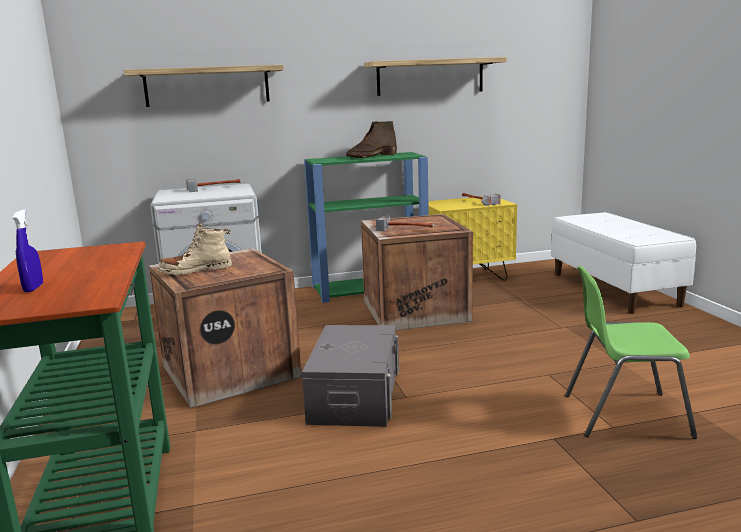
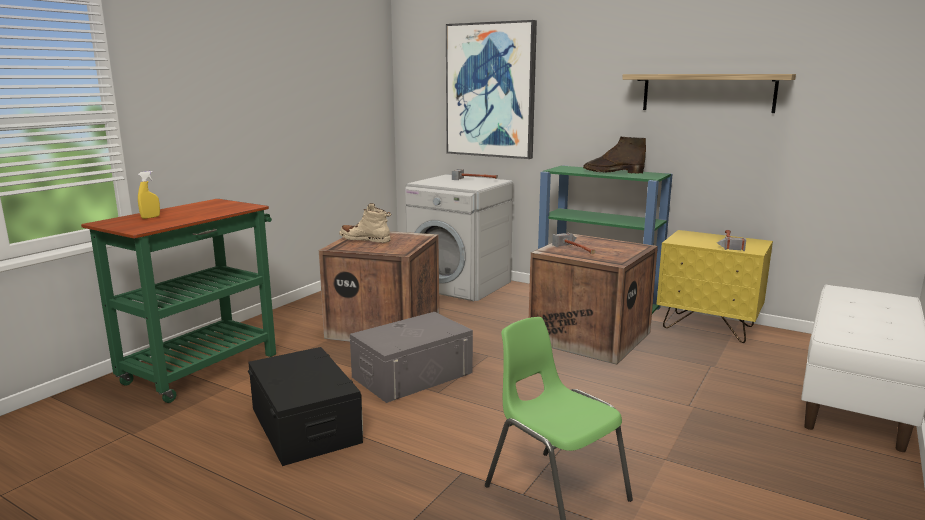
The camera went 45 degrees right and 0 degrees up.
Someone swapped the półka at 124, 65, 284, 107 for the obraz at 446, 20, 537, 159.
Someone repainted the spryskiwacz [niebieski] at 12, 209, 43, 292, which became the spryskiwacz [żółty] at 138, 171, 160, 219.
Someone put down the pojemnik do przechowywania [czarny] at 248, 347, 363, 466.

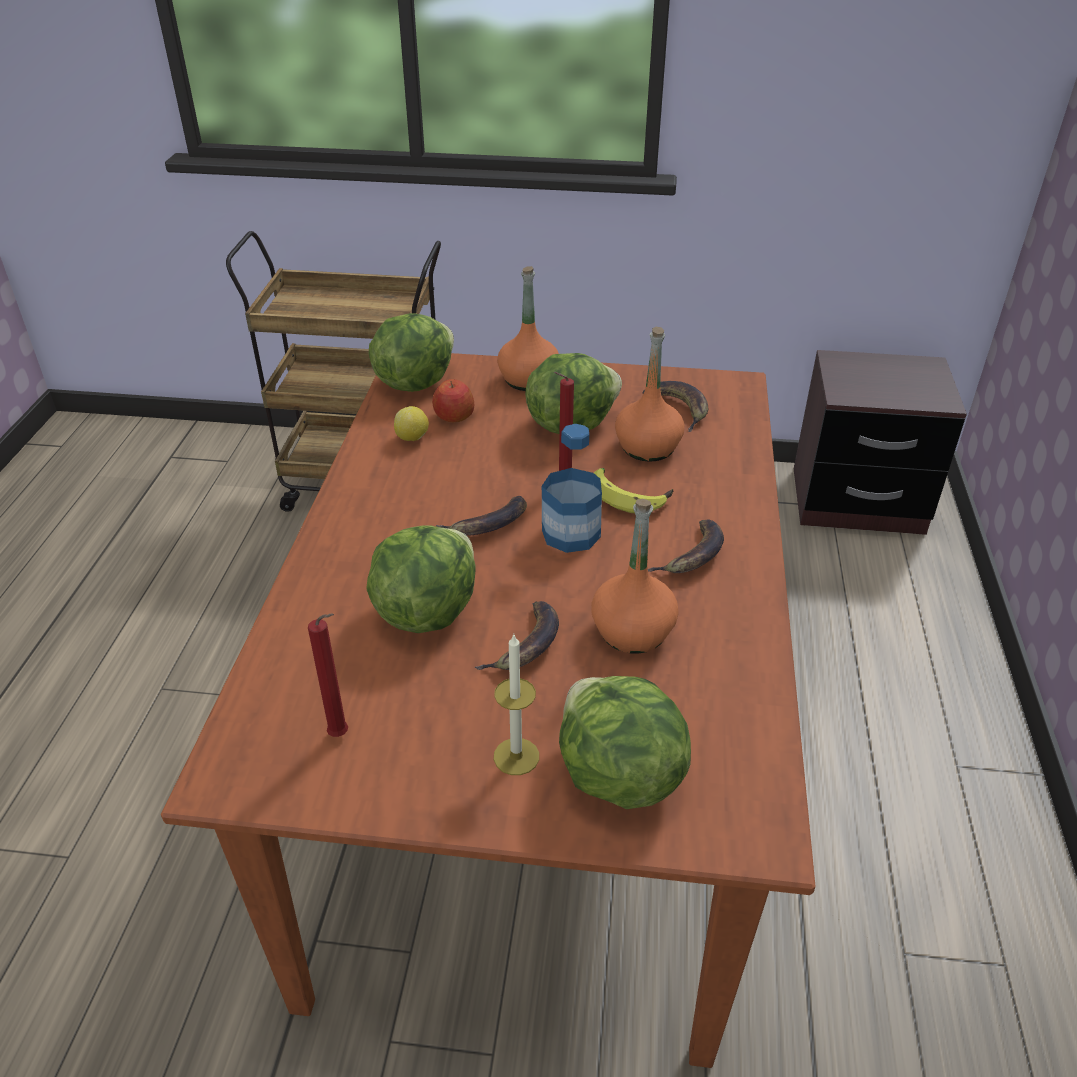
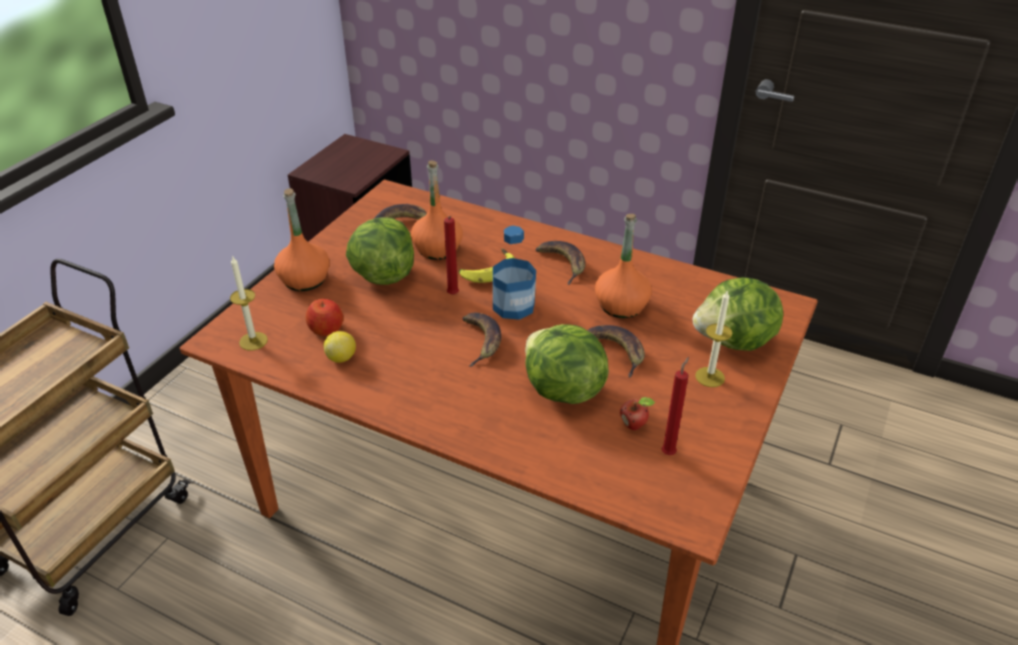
The camera went 70 degrees left and 0 degrees up.
Someone swapped the sałata at 369, 313, 454, 392 for the świeca at 230, 255, 268, 351.
Someone put down the jabłko at 620, 397, 656, 430.

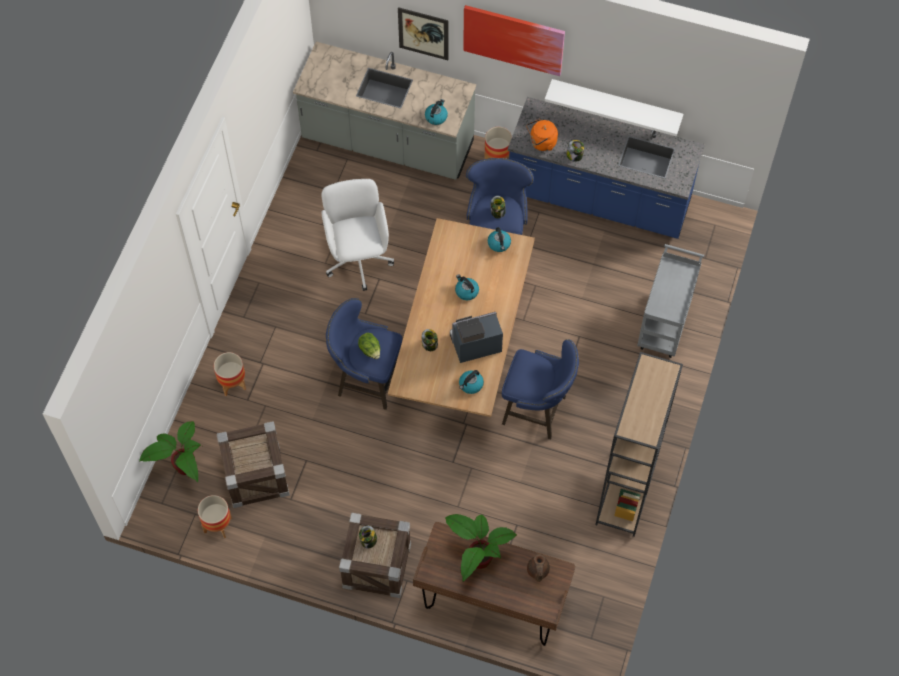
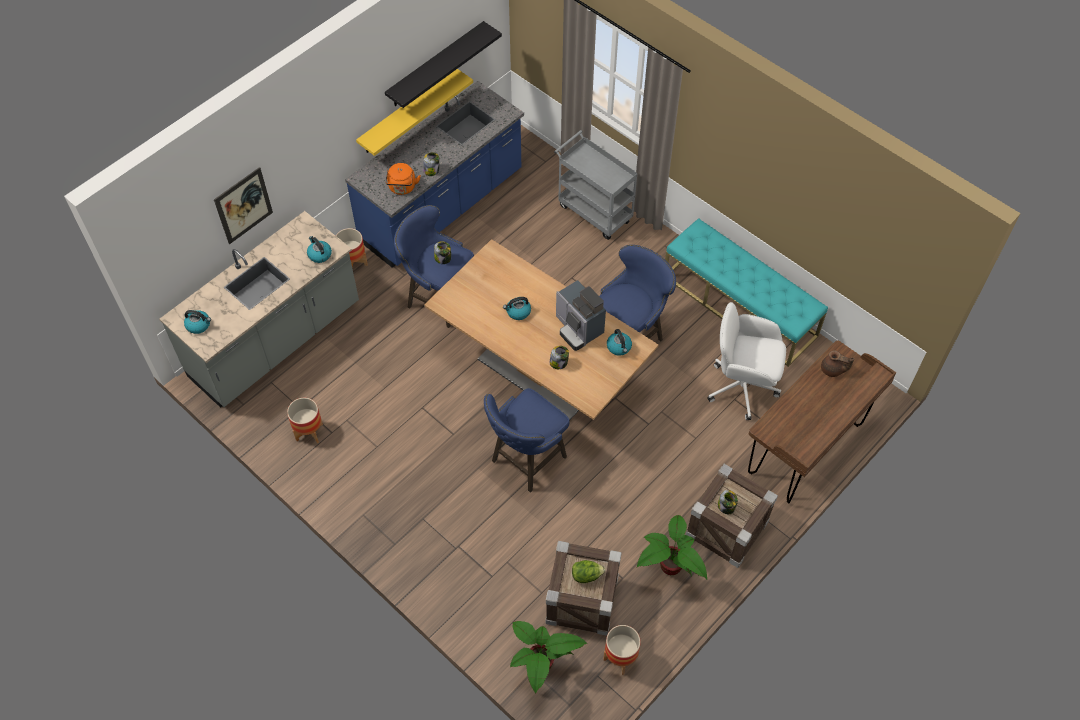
The camera went 65 degrees left and 5 degrees down.
Someone took away the obraz at 463, 5, 565, 76.
Someone repainted the półka [biały] at 544, 79, 683, 136, which became the półka [żółty] at 356, 69, 473, 156.
Someone carried the krzesło biurowe [biały] from 321, 179, 394, 291 to 707, 302, 786, 420.
Someone carried the czajnik from 488, 227, 511, 252 to 184, 310, 211, 334.
Someone rotated the ekspres do kawy at 450, 312, 503, 363 by 45 degrees counterclockwise.
Someone carried the sałata from 358, 333, 380, 359 to 572, 560, 605, 583.
Someone carried the donica from 214, 352, 246, 396 to 287, 398, 323, 444.
Someone swapped the regał at 595, 352, 683, 537 for the ławka [turkusowy] at 665, 218, 828, 367.
Someone carried the roślina doniczkowa from 445, 514, 517, 582 to 637, 515, 707, 579.
Someone put up the półka [czarny] at 385, 21, 502, 108.

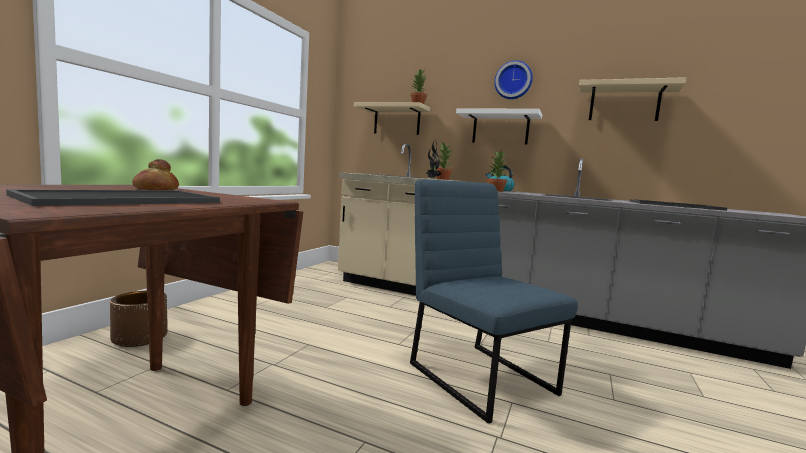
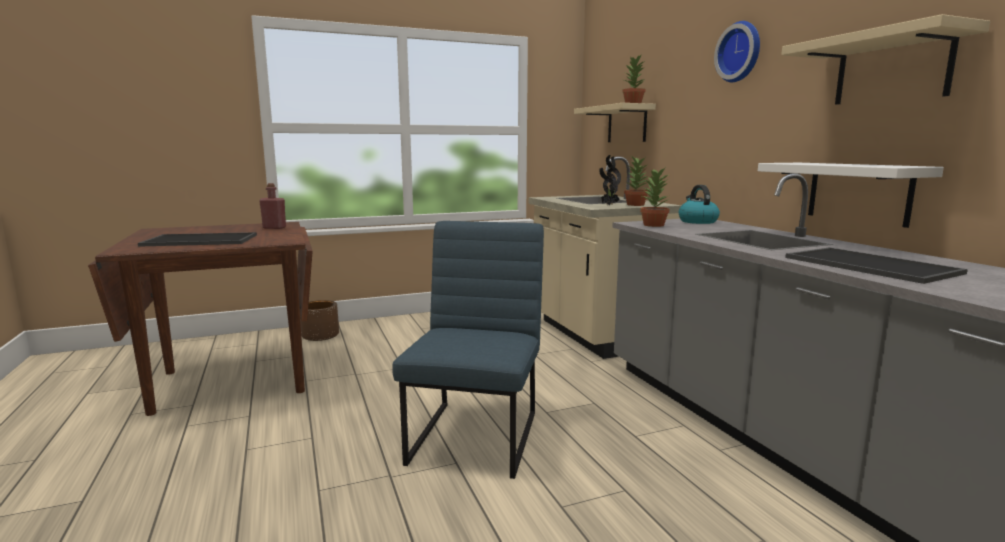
The camera went 45 degrees right and 5 degrees up.
Someone carried the półka [biały] from 456, 108, 542, 145 to 758, 163, 944, 228.
Someone swapped the chleb at 132, 159, 179, 190 for the butelka [czerwony] at 259, 183, 286, 229.

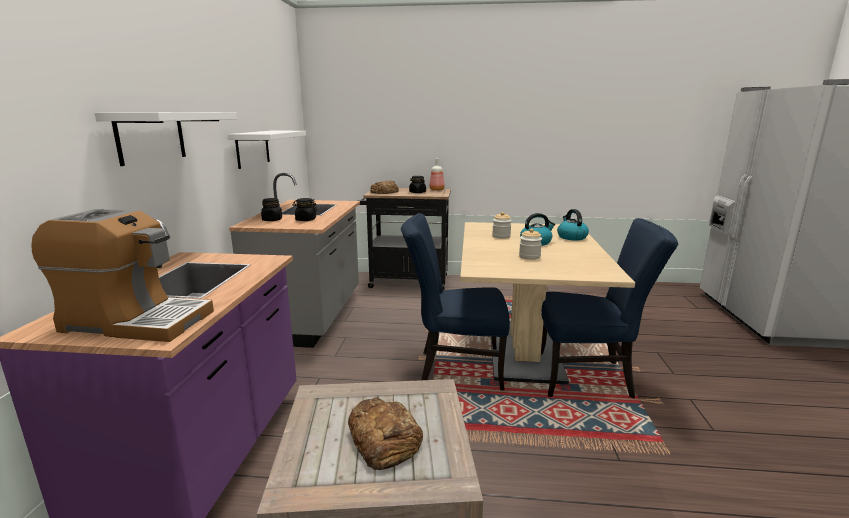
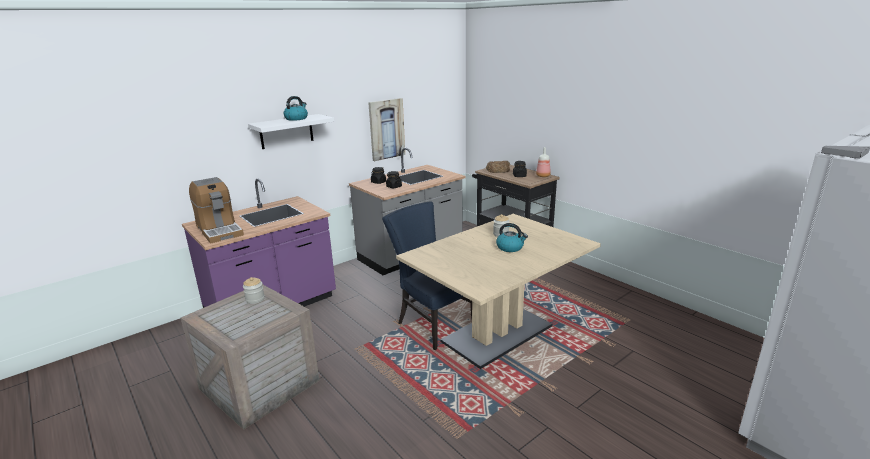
The camera went 45 degrees right and 5 degrees up.
Someone swapped the półka [biały] at 228, 131, 306, 169 for the obraz at 368, 98, 405, 161.
Someone carried the czajnik from 557, 209, 589, 241 to 284, 96, 308, 121.
Someone took away the krzesło [niebieski] at 541, 218, 679, 398.
Someone carried the słoik from 519, 228, 542, 260 to 243, 277, 265, 304.
Someone took away the chleb at 348, 397, 423, 470.

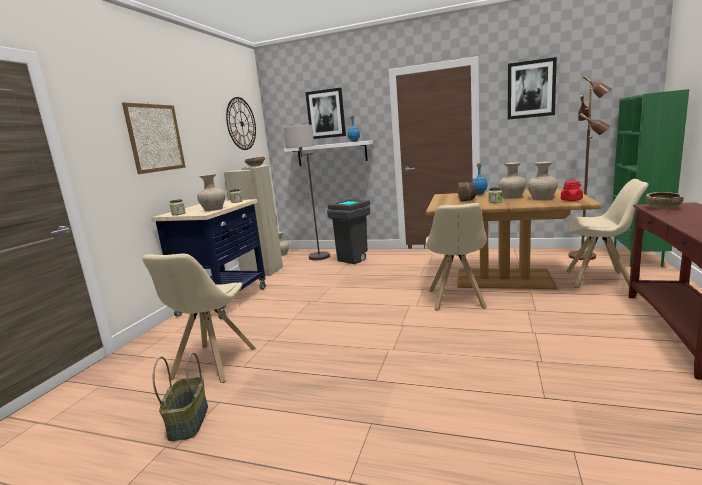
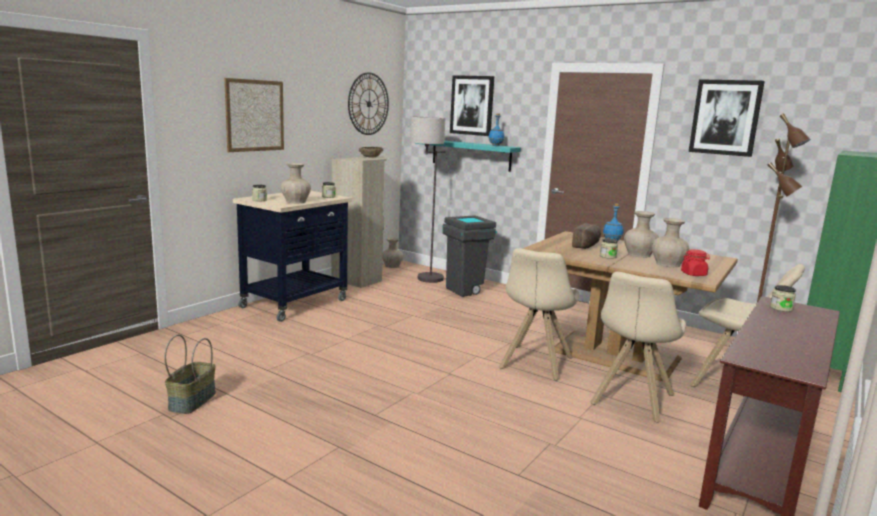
The camera went 15 degrees right and 0 degrees up.
Someone repainted the półka [biały] at 284, 140, 373, 166, which became the półka [turkusowy] at 415, 141, 521, 172.
Someone swapped the miska [brązowy] at 645, 192, 684, 209 for the słoik at 770, 285, 796, 312.
Someone carried the krzesło [beżowy] from 142, 254, 256, 383 to 590, 272, 686, 423.

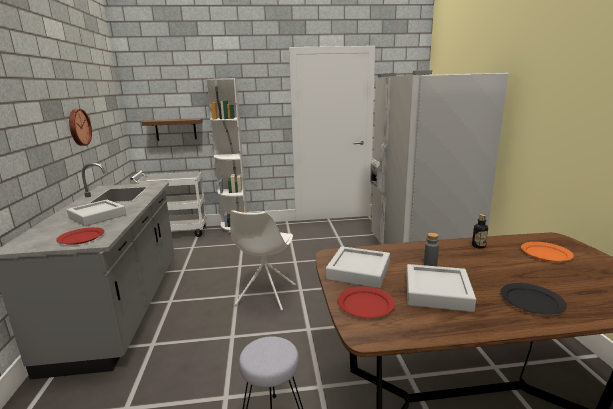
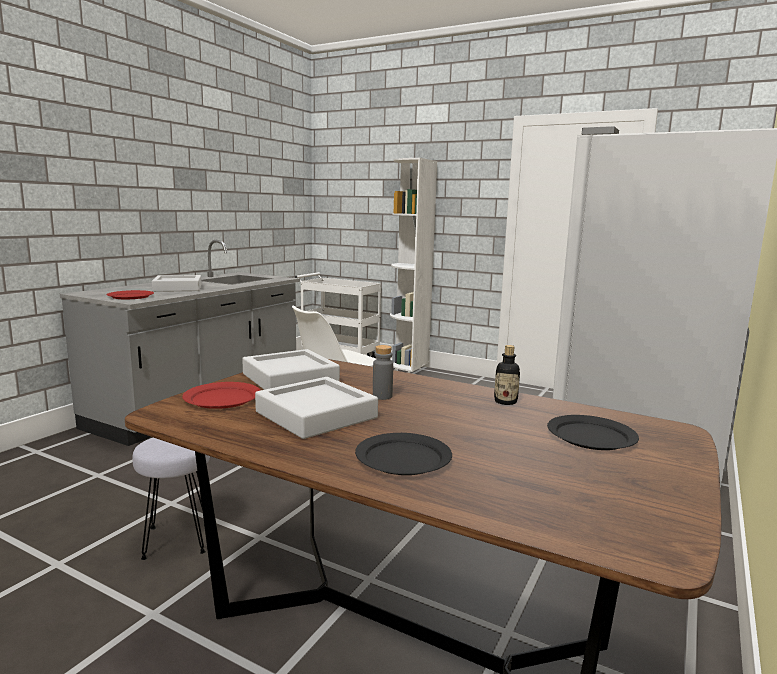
The camera went 35 degrees right and 5 degrees down.
Someone took away the zegar ścienny at 69, 109, 92, 146.
Someone took away the półka [brązowy] at 142, 118, 203, 141.
Someone repainted the talerz [pomarańczowy] at 521, 242, 574, 262, which became the talerz [czarny] at 547, 415, 639, 450.

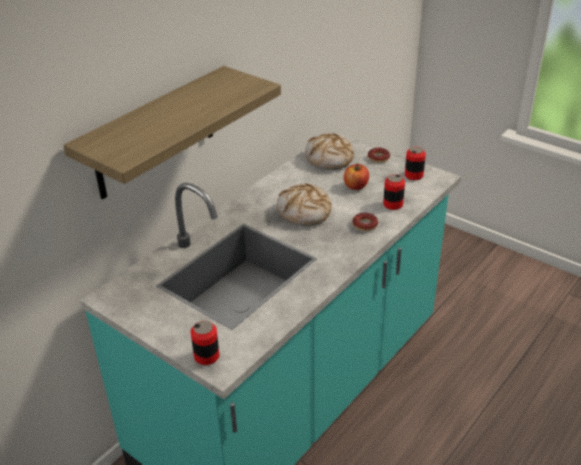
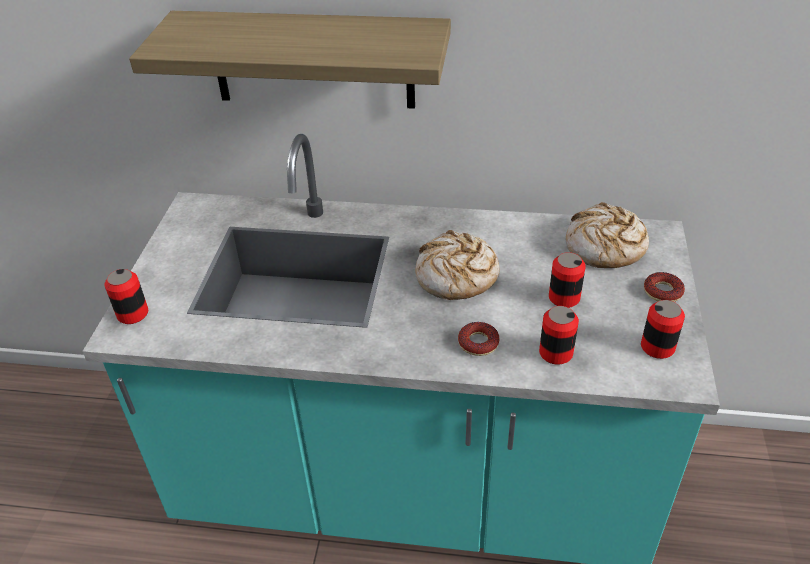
The camera went 60 degrees right and 5 degrees up.
Someone swapped the jabłko at 343, 163, 369, 190 for the puszka at 549, 252, 586, 308.

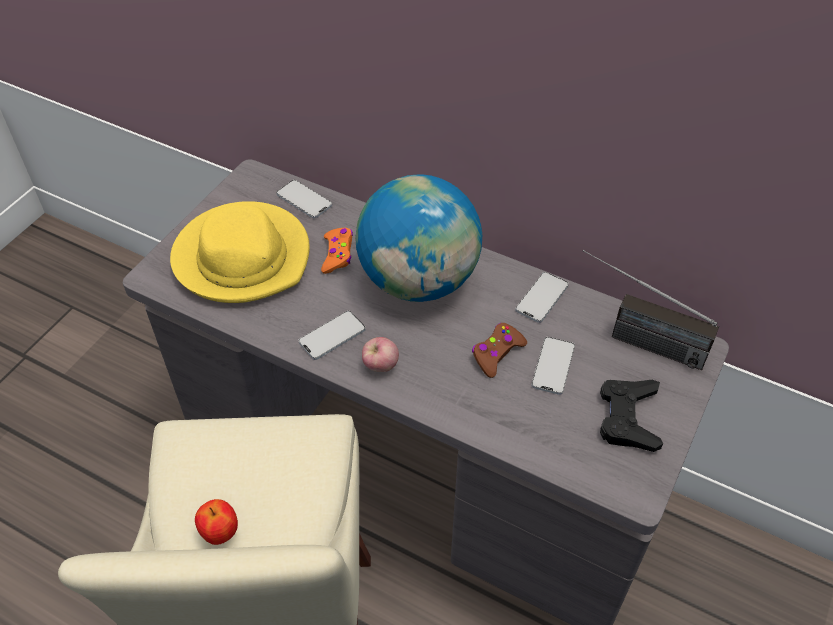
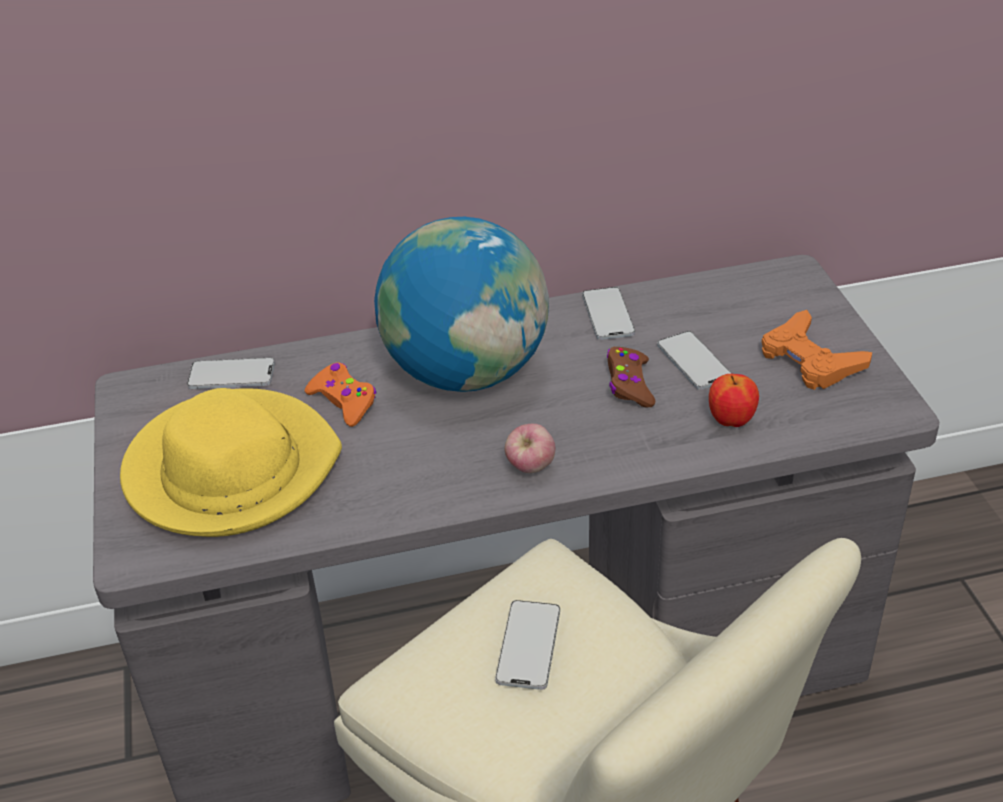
The camera went 40 degrees left and 10 degrees down.
Someone took away the radio at 582, 249, 719, 370.
Someone carried the telefon from 298, 311, 366, 360 to 495, 600, 560, 690.
Someone repainted the pad do gier [czarny] at 600, 380, 663, 452, which became the pad do gier [pomarańczowy] at 762, 310, 872, 390.
Someone carried the jabłko from 195, 499, 238, 545 to 709, 374, 759, 427.

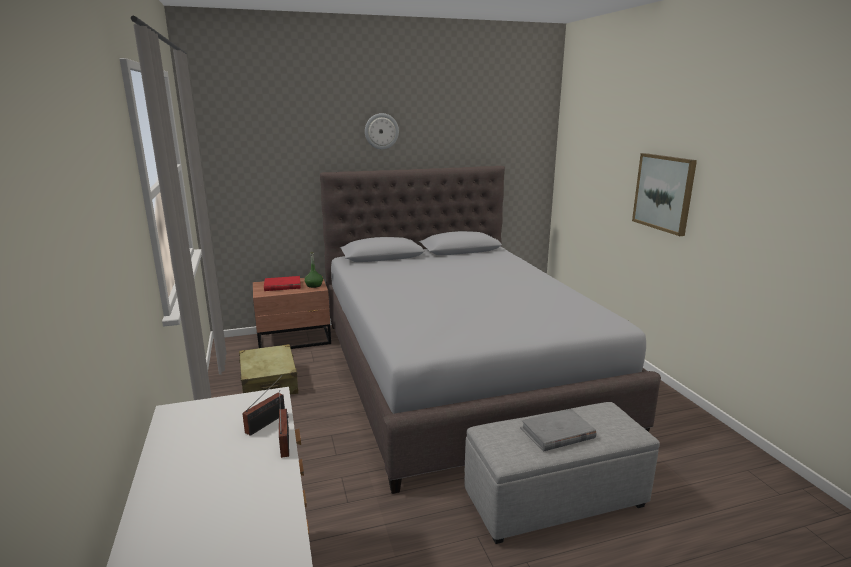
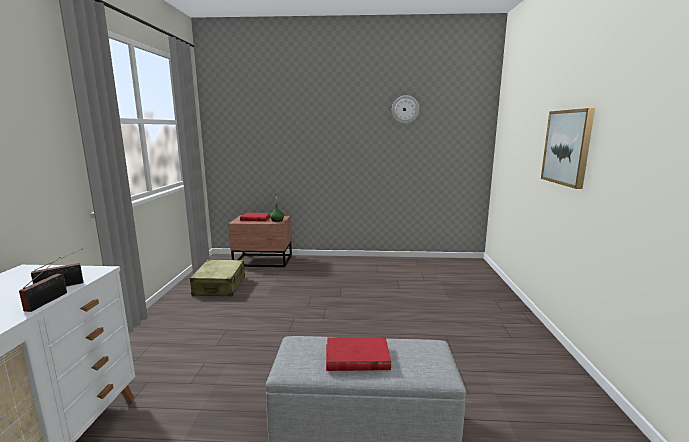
The camera went 20 degrees right and 5 degrees down.
Someone carried the zegar ścienny from 365, 113, 399, 149 to 392, 95, 419, 124.
Someone took away the łóżko [szary] at 320, 166, 661, 494.
Someone repainted the książka [szary] at 520, 409, 596, 452, which became the książka [czerwony] at 326, 337, 391, 371.

